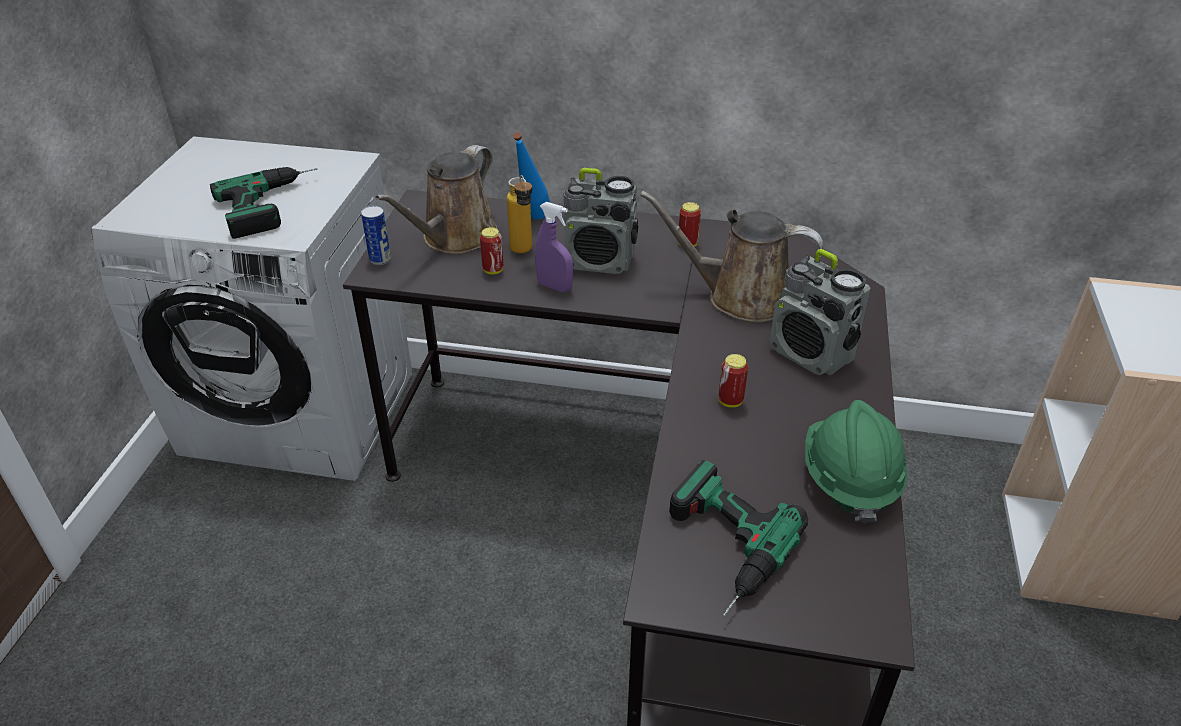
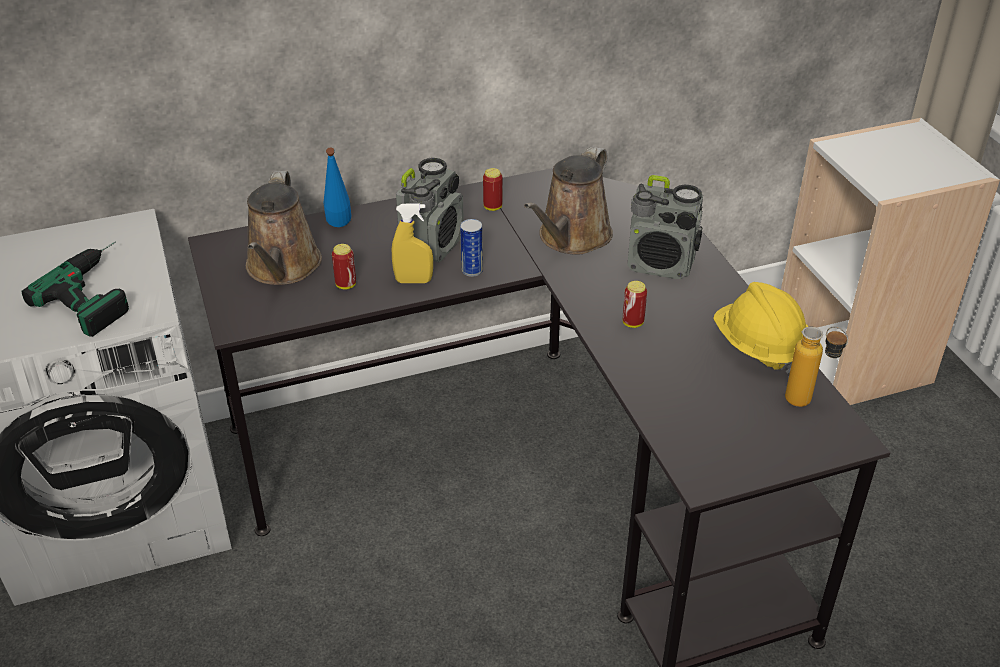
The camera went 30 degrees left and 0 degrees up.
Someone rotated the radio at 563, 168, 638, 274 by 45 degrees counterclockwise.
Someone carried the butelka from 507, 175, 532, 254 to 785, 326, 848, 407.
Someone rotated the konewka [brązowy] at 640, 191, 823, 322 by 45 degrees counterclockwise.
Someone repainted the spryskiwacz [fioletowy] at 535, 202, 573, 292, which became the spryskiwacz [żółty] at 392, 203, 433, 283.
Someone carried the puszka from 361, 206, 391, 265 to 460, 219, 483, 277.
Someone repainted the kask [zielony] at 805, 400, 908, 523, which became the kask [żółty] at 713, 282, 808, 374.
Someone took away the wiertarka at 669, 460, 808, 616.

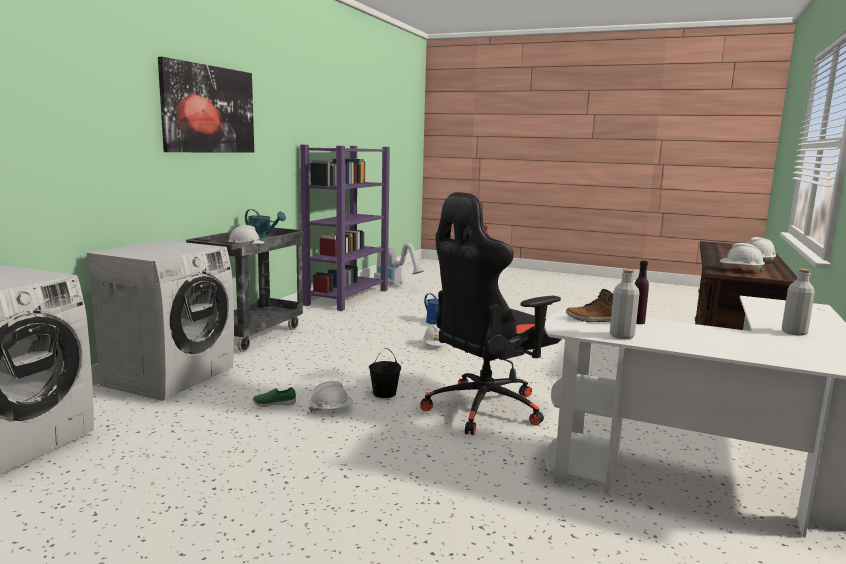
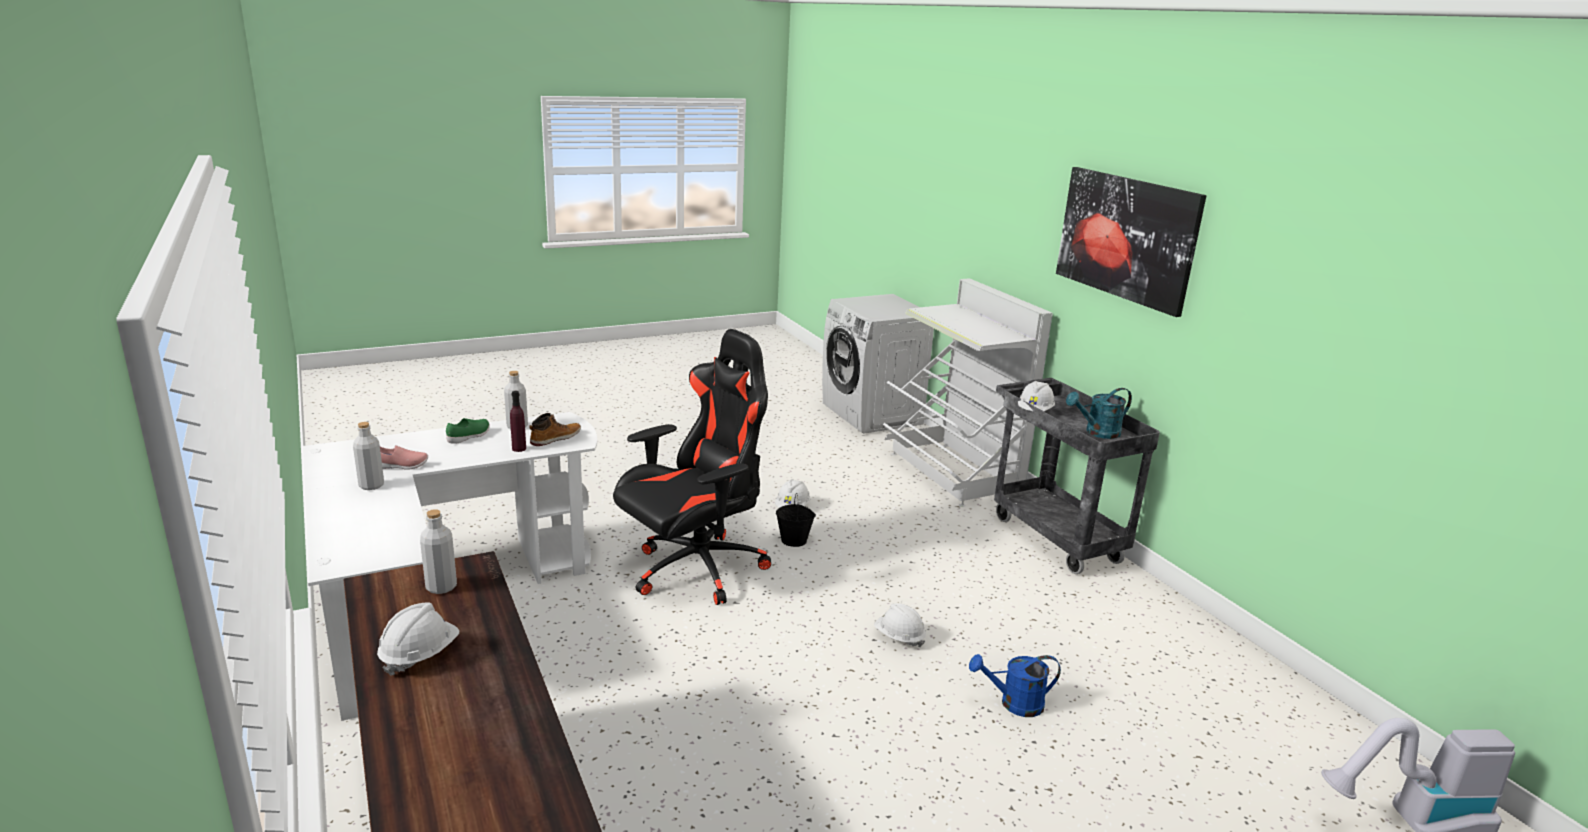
The camera went 130 degrees right and 10 degrees up.
Someone took away the regał [fioletowy] at 300, 145, 390, 311.
Someone rotated the krzesło biurowe [czarny] at 420, 192, 561, 435 by 45 degrees clockwise.
Someone swapped the pralka [biały] at 87, 240, 234, 401 for the regał na buty [biały] at 883, 278, 1053, 507.
Someone swapped the kask [biały] at 720, 243, 765, 272 for the butelka [szary] at 420, 509, 457, 594.
Someone carried the but [zielony] from 252, 387, 296, 407 to 446, 418, 490, 444.
Someone put down the but [różowy] at 380, 445, 428, 470.

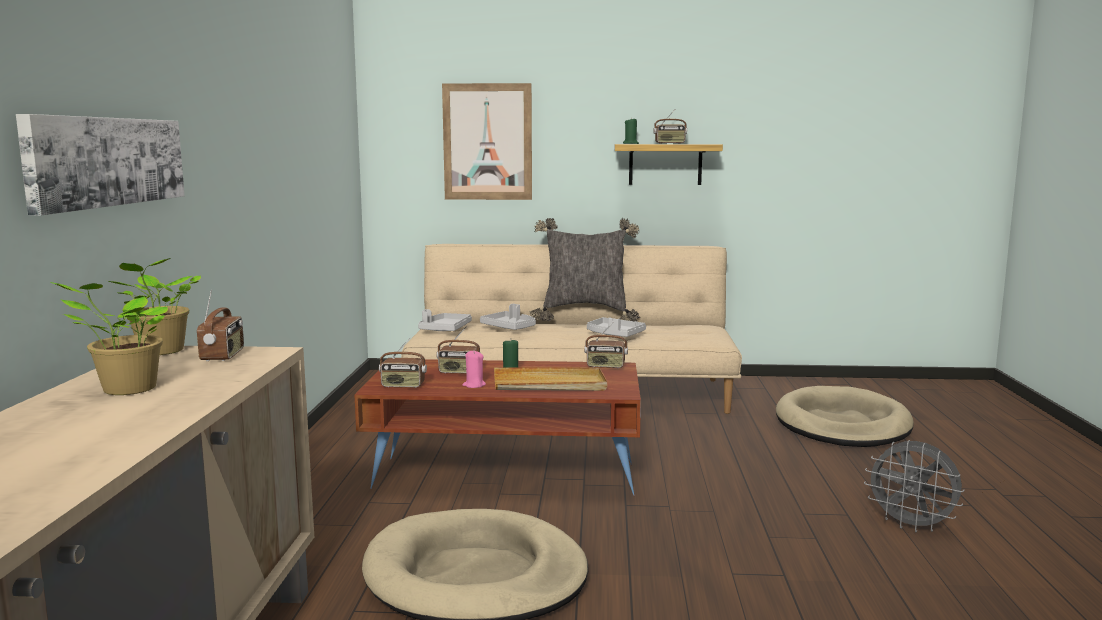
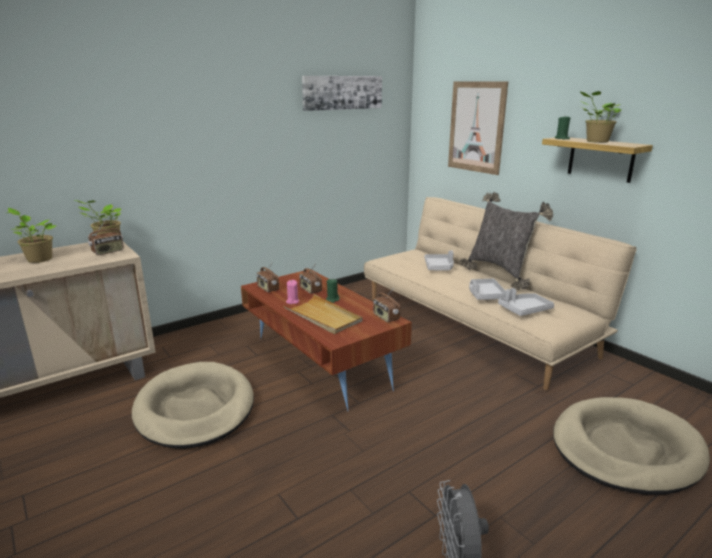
The camera went 50 degrees right and 10 degrees up.
Someone swapped the radio at 653, 110, 687, 144 for the roślina doniczkowa at 580, 91, 622, 143.
Someone carried the obraz from 16, 114, 185, 216 to 302, 76, 382, 111.
Someone carried the taca [szary] from 418, 309, 472, 331 to 498, 288, 554, 316.

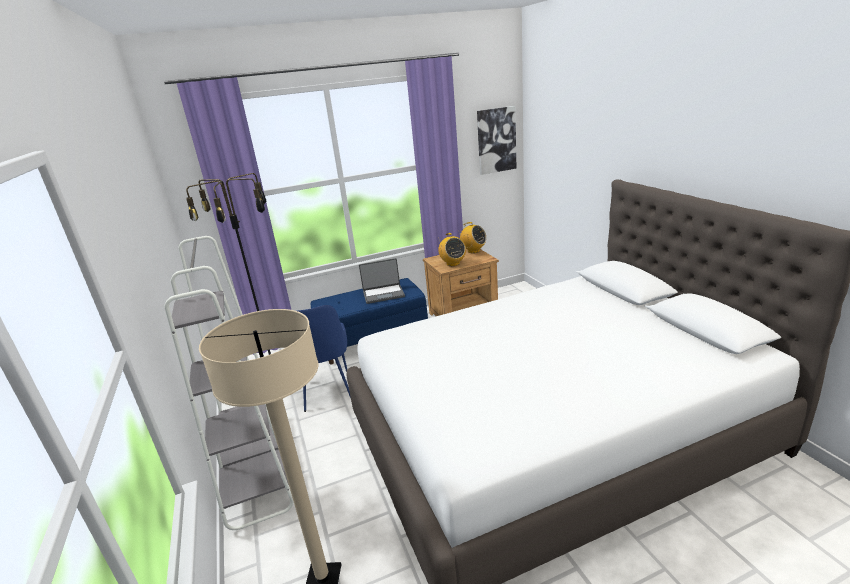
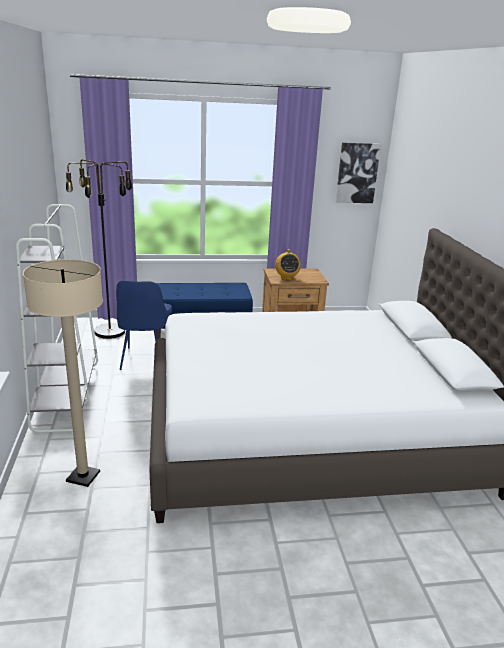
The camera went 10 degrees right and 0 degrees up.
Someone took away the radio at 458, 222, 486, 253.
Someone took away the laptop at 359, 258, 405, 304.

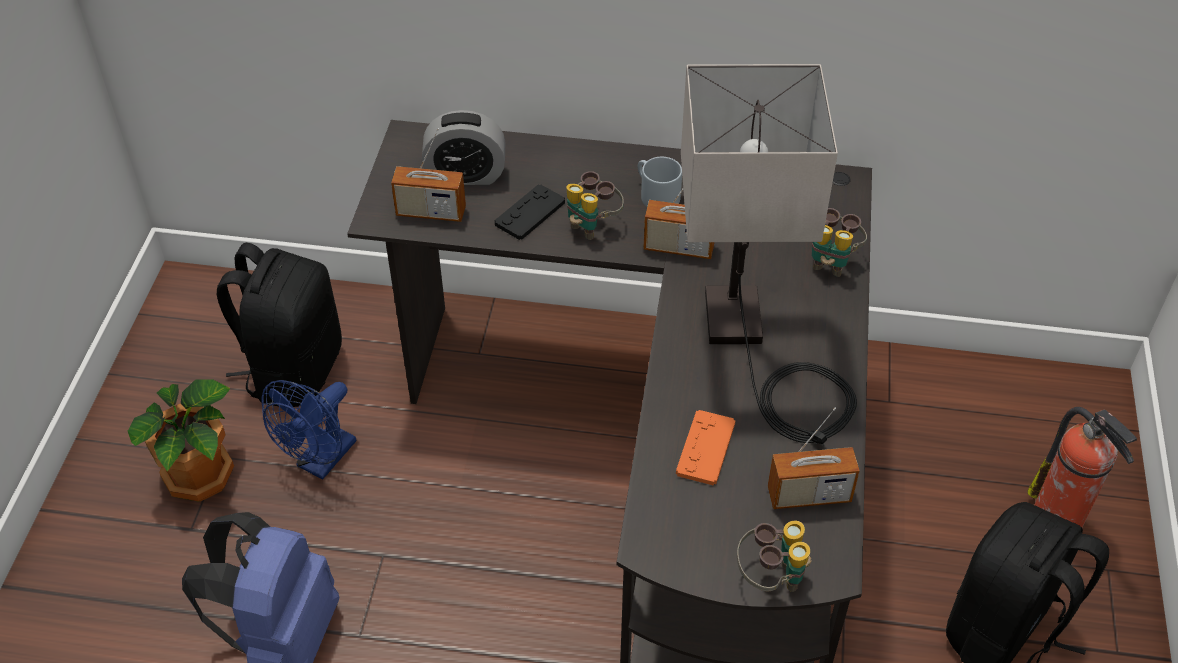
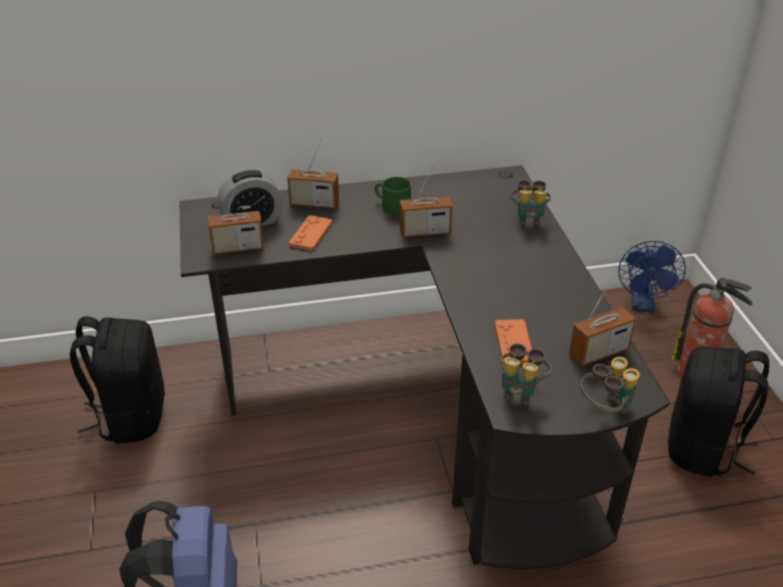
The camera went 20 degrees left and 10 degrees down.
Someone took away the lampa stołowa at 681, 64, 857, 446.
Someone repainted the kubek [szary] at 638, 157, 682, 207, which became the kubek [zielony] at 375, 177, 411, 215.
Someone carried the lornetka from 566, 171, 624, 240 to 501, 343, 551, 405.
Someone repainted the pad do gier [czarny] at 495, 184, 565, 240, which became the pad do gier [pomarańczowy] at 289, 215, 332, 251.
Someone took away the roślina doniczkowa at 128, 379, 234, 502.
Someone carried the wentylator [niebieski] from 261, 380, 356, 480 to 618, 241, 686, 312.
Someone put down the radio at 287, 138, 339, 209.

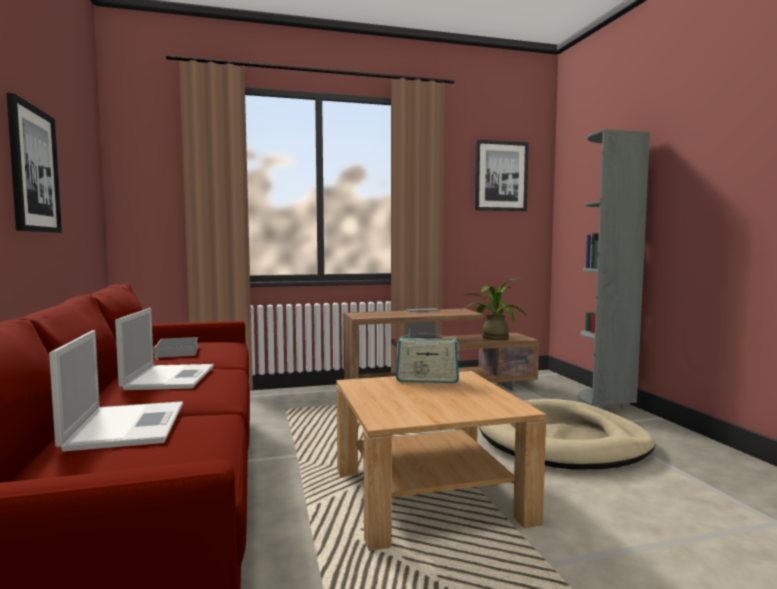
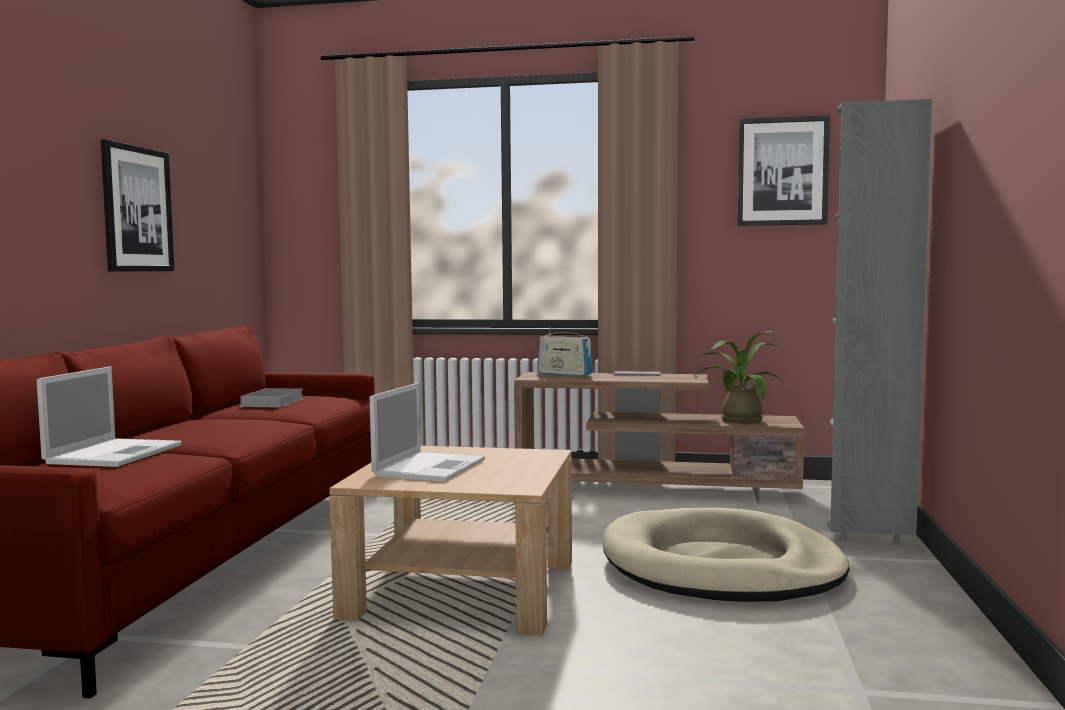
The camera went 25 degrees right and 0 degrees up.
Someone carried the laptop from 115, 308, 214, 390 to 370, 383, 485, 482.
Someone carried the radio from 396, 329, 459, 383 to 537, 327, 592, 377.

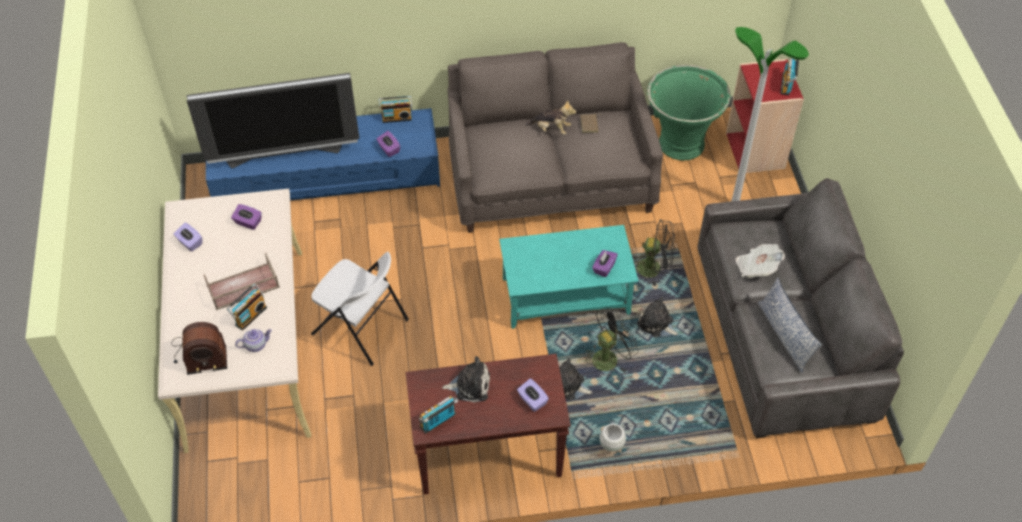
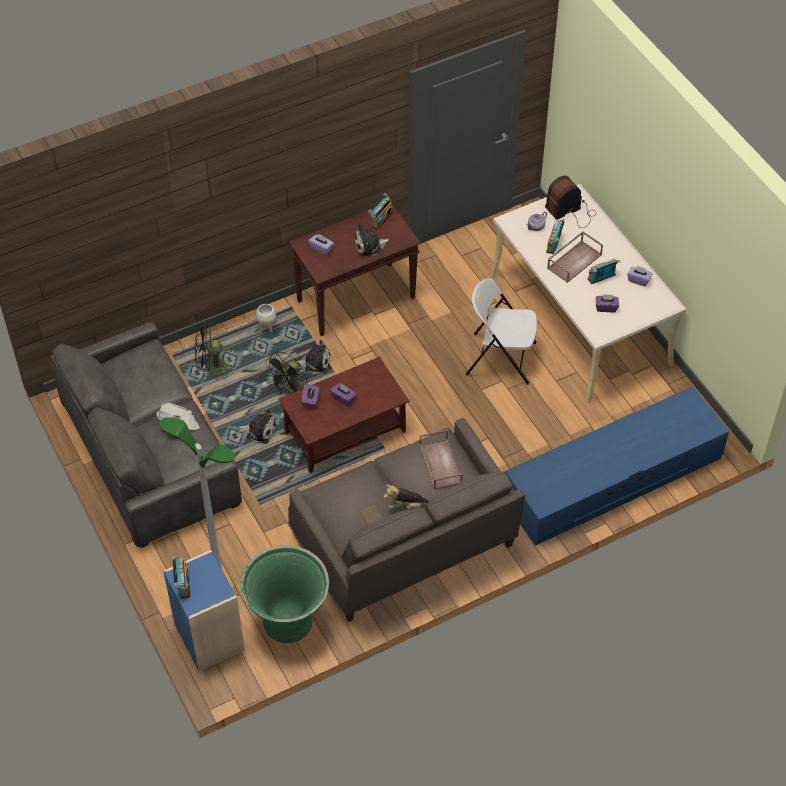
The camera went 160 degrees right and 0 degrees up.
Someone repainted the regał [czerwony] at 726, 59, 804, 173, which became the regał [niebieski] at 163, 550, 245, 671.
Someone took away the telewizor at 187, 73, 360, 168.
Someone carried the radio from 379, 96, 412, 123 to 588, 258, 620, 284.
Someone carried the pudełko chusteczek [fioletowy] from 377, 131, 400, 157 to 330, 383, 356, 406.
Someone carried the wentylator [czarny] from 634, 219, 675, 286 to 195, 323, 234, 381.
Someone repainted the ława [turkusowy] at 499, 225, 639, 329, which became the ława [brązowy] at 279, 357, 410, 473.
Someone took away the poduszka at 757, 278, 822, 373.
Someone put down the taca [brązowy] at 419, 430, 463, 490.

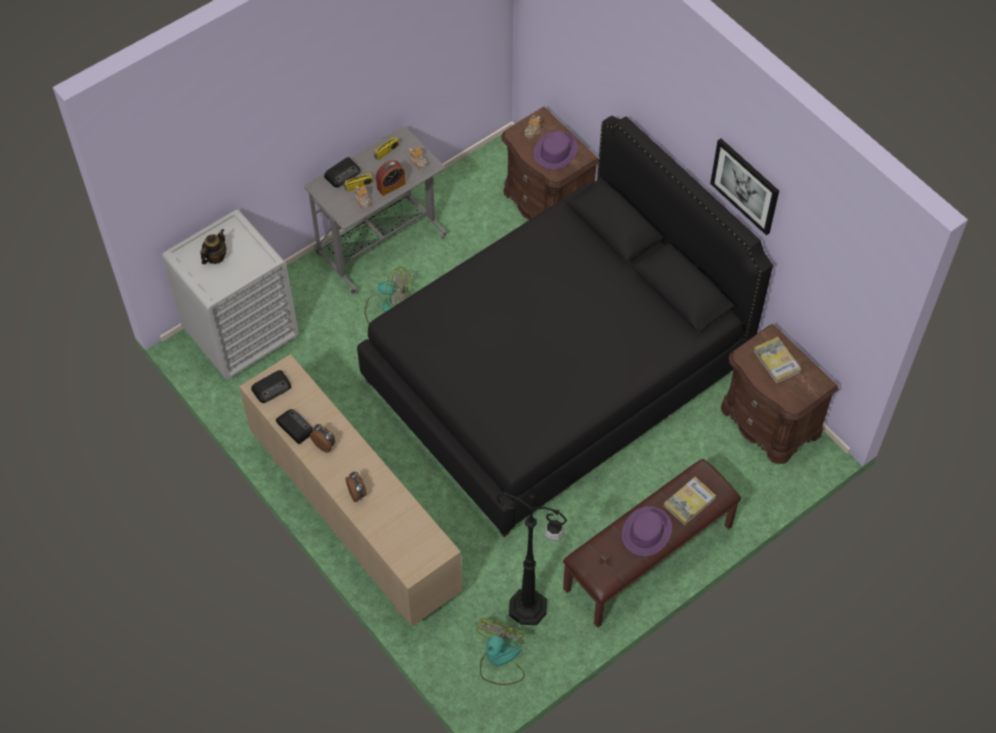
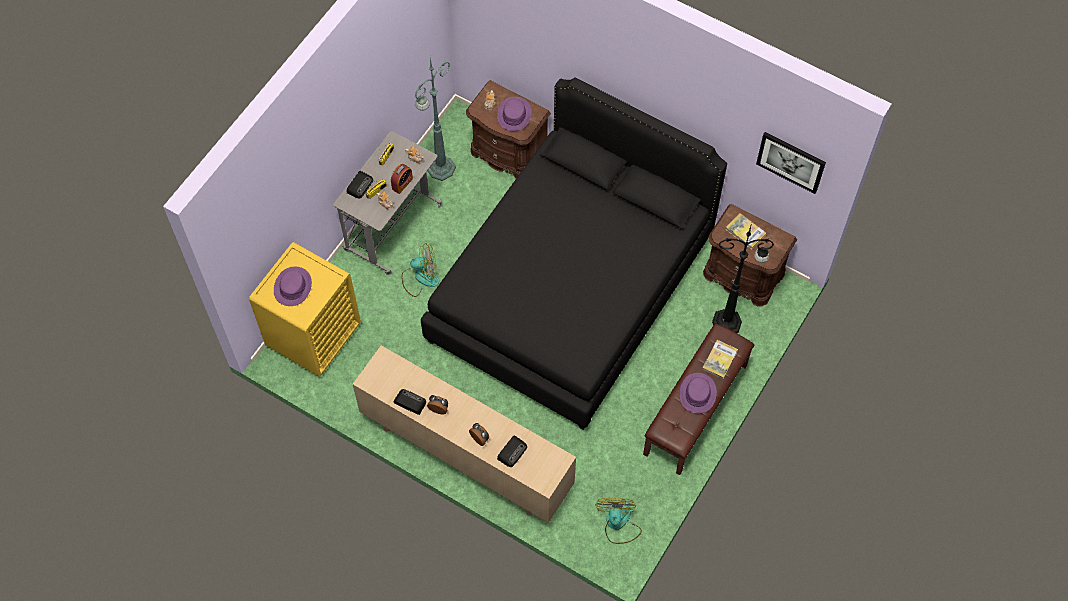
The camera went 20 degrees left and 5 degrees up.
Someone carried the obraz from 710, 139, 779, 235 to 756, 132, 826, 194.
Someone repainted the komoda [szary] at 162, 209, 299, 380, which became the komoda [żółty] at 249, 242, 361, 377.
Someone swapped the imbryk at 200, 229, 226, 264 for the kapelusz [fioletowy] at 274, 267, 312, 306.
Someone carried the radio from 251, 370, 291, 403 to 497, 435, 527, 467.
Someone carried the lampa stojąca [czarny] from 496, 481, 567, 625 to 712, 223, 774, 333.
Someone put down the lampa stojąca [zielony] at 415, 58, 456, 181.

